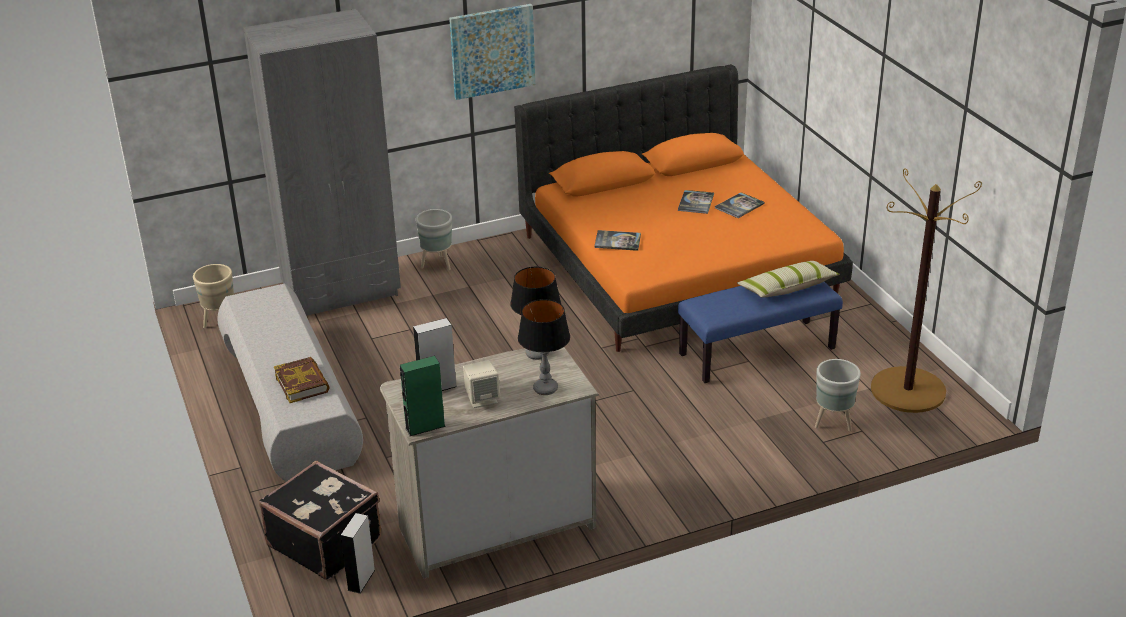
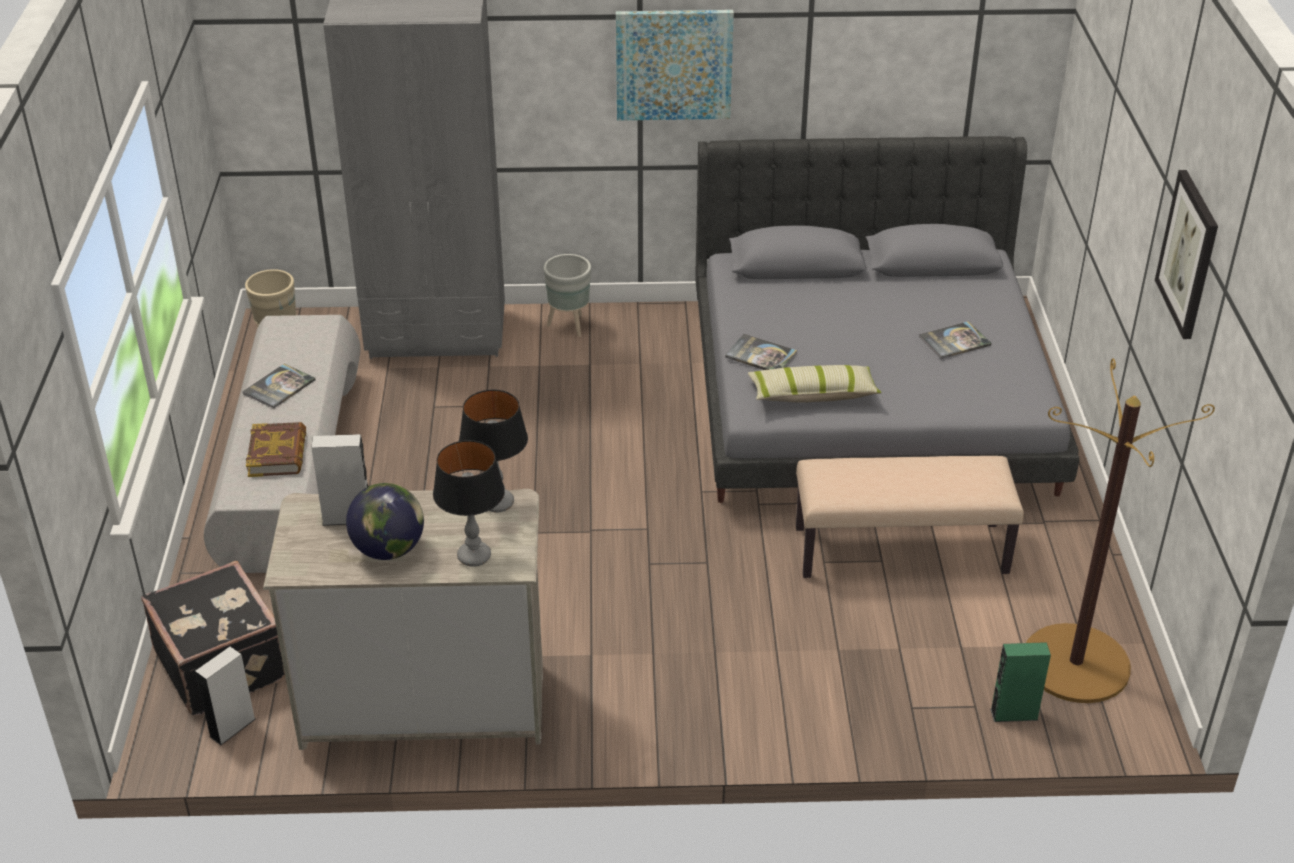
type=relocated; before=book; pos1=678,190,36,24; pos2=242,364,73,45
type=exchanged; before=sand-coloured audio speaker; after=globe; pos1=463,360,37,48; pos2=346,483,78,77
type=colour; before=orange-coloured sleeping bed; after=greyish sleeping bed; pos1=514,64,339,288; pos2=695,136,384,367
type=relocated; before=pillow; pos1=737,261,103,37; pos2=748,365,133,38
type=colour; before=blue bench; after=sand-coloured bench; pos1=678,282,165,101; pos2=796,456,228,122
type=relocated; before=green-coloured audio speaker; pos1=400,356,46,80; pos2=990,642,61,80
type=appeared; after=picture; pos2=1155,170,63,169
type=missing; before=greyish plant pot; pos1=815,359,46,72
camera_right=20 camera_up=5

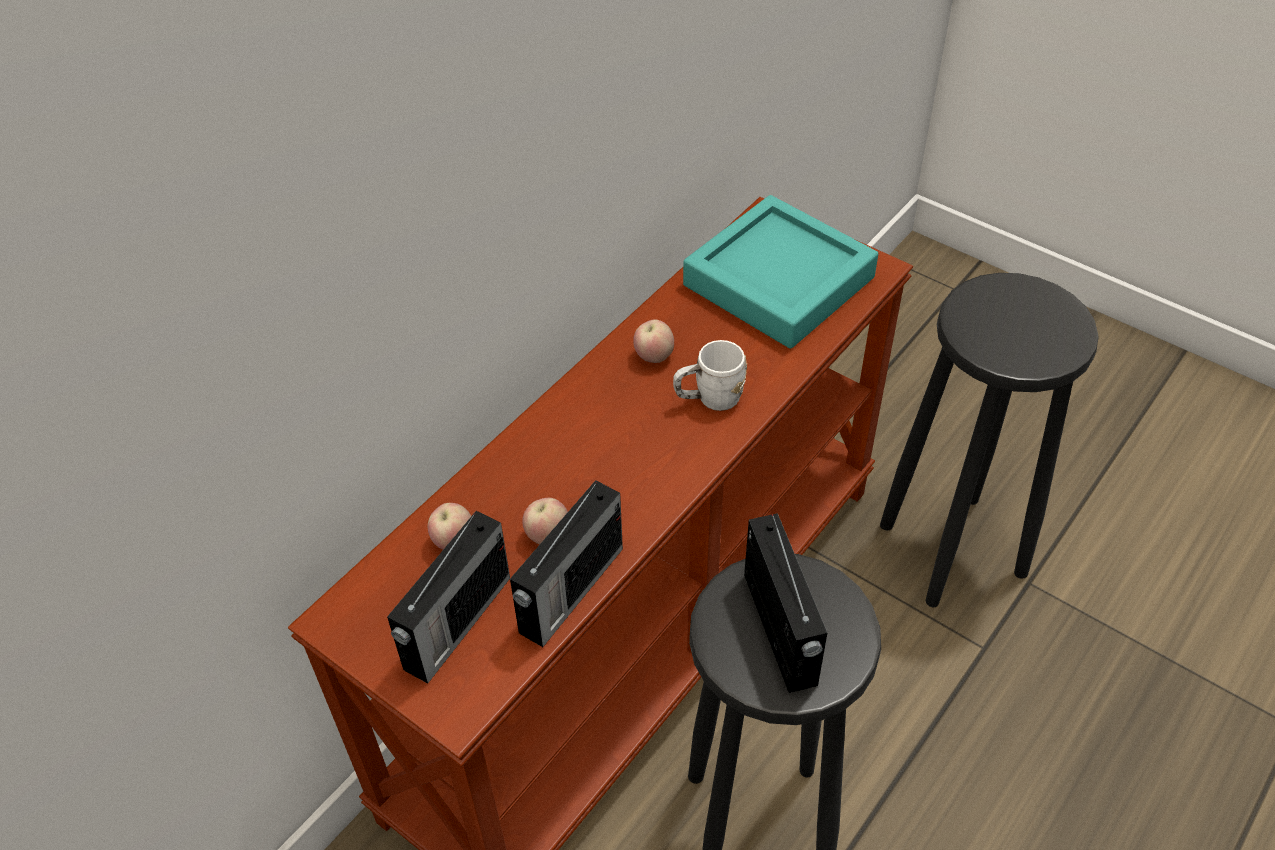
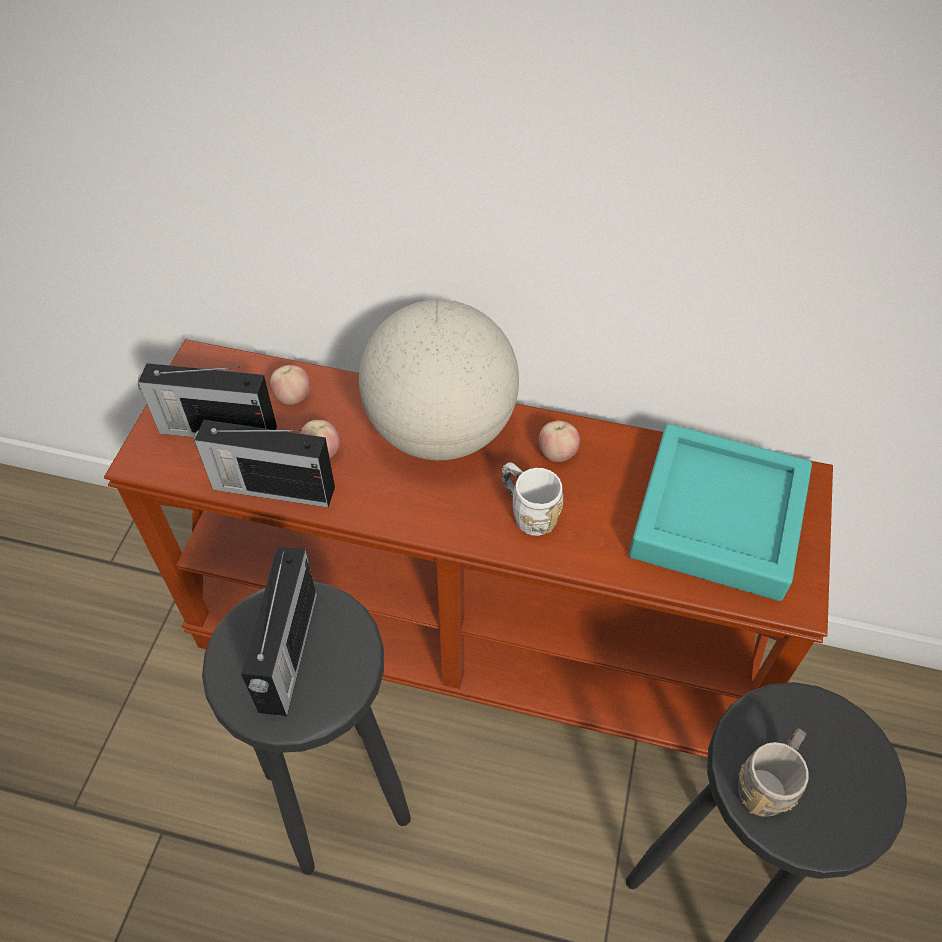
type=spun; before=radio set; pos1=744,513,83,180; pos2=241,546,76,170; turn=-45
type=appeared; after=globe; pos2=359,300,160,160
type=appeared; after=greyish coffee mug; pos2=738,728,70,89
camera_right=65 camera_up=5

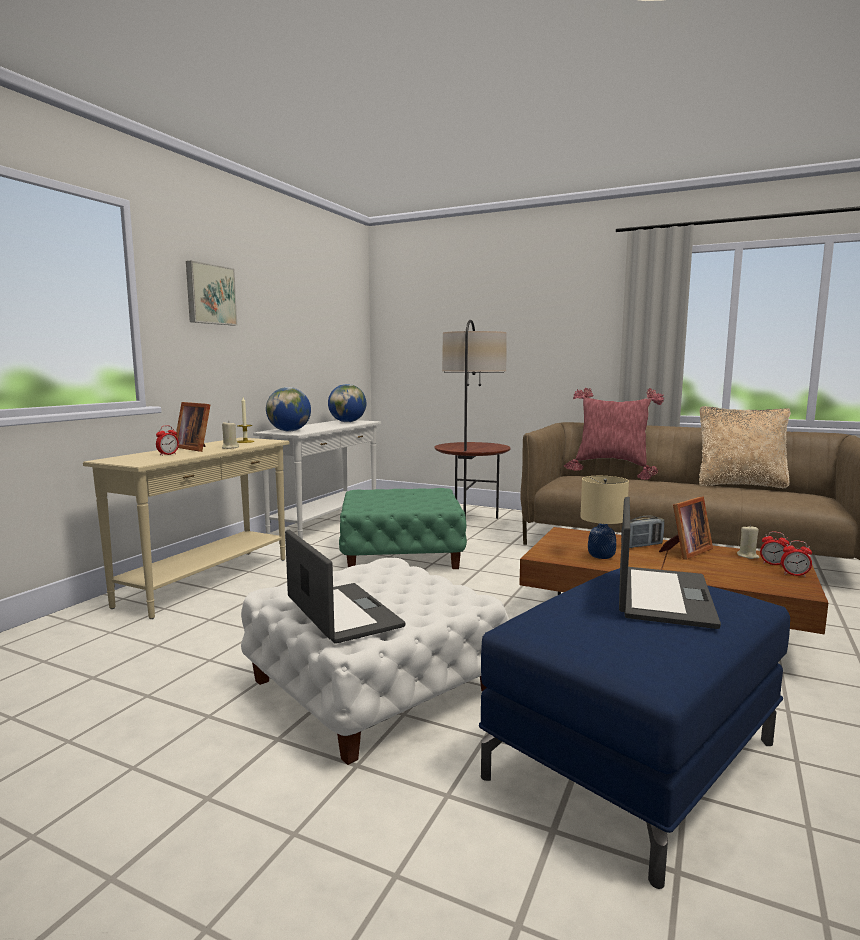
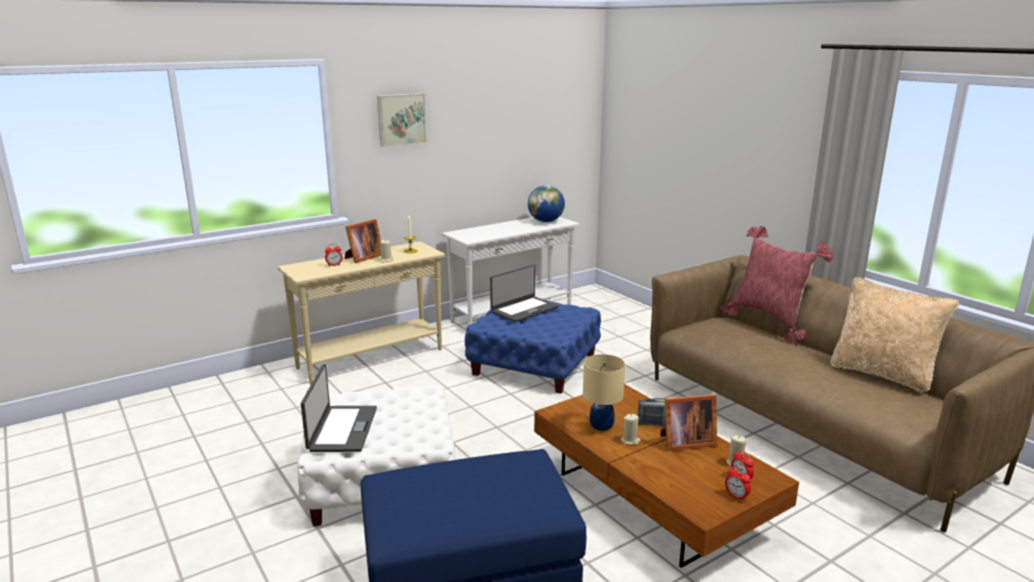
type=spun; before=picture frame; pos1=176,402,34,50; pos2=345,219,36,44; turn=-120
type=colour; before=green-coloured ottoman; after=blue ottoman; pos1=339,488,128,81; pos2=465,301,136,93
type=relocated; before=notebook computer; pos1=619,497,102,132; pos2=490,265,68,57
type=appeared; after=sand-coloured candle; pos2=621,414,19,31
type=missing; before=globe; pos1=266,387,45,44
type=missing; before=standard lamp; pos1=435,320,75,199
camera_right=30 camera_up=10

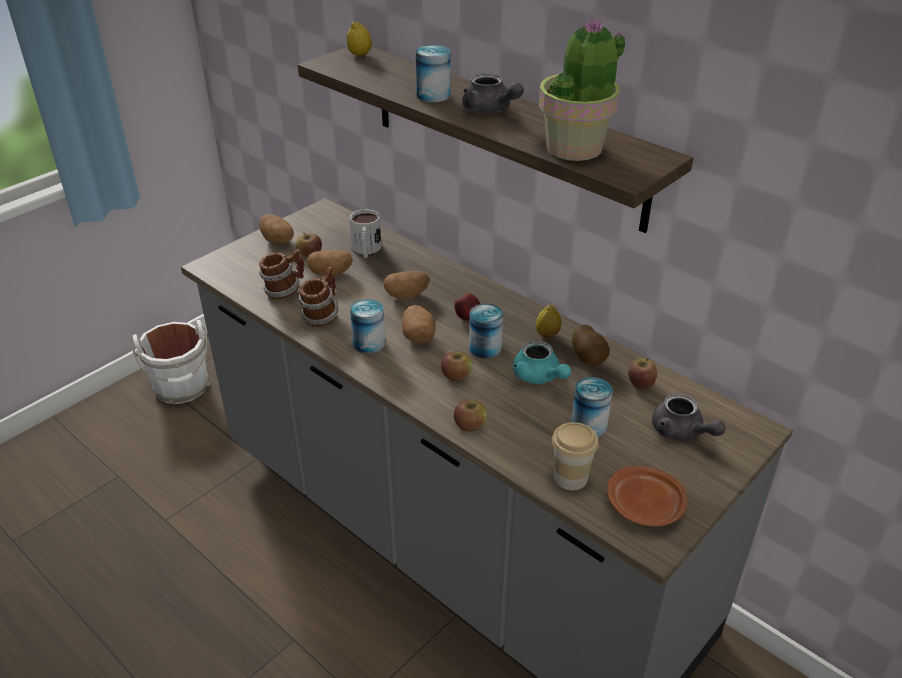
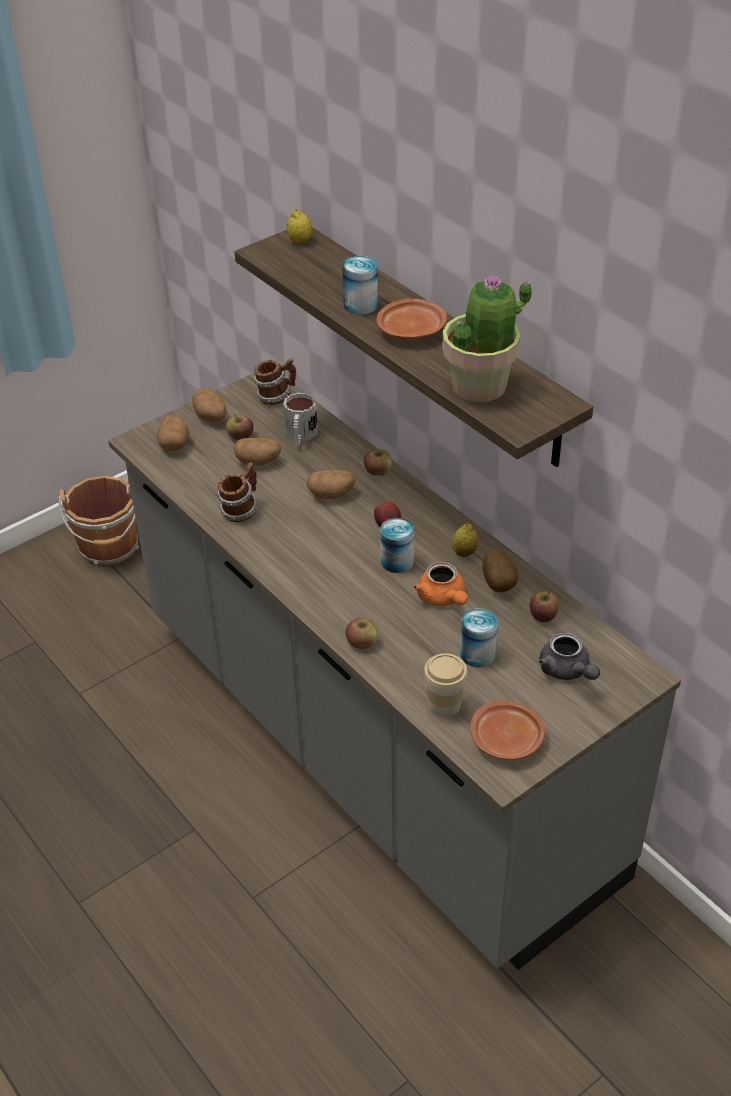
type=colour; before=white-coloured water bucket; after=brownish water bucket; pos1=132,320,78,84; pos2=59,476,80,91
type=relocated; before=whole potato; pos1=402,305,34,39; pos2=157,415,32,36
type=relocated; before=coffee mug; pos1=259,249,45,51; pos2=253,358,43,47
type=relocated; before=apple fruit; pos1=441,352,32,29; pos2=364,449,28,27
type=exchanged; before=greyish teapot; after=brownish plate; pos1=462,73,62,41; pos2=376,298,71,41
type=colour; before=blue-green teapot; after=orange-coloured teapot; pos1=513,341,58,43; pos2=413,562,55,44
type=missing; before=metal can; pos1=350,299,35,54
camera_right=10 camera_up=5

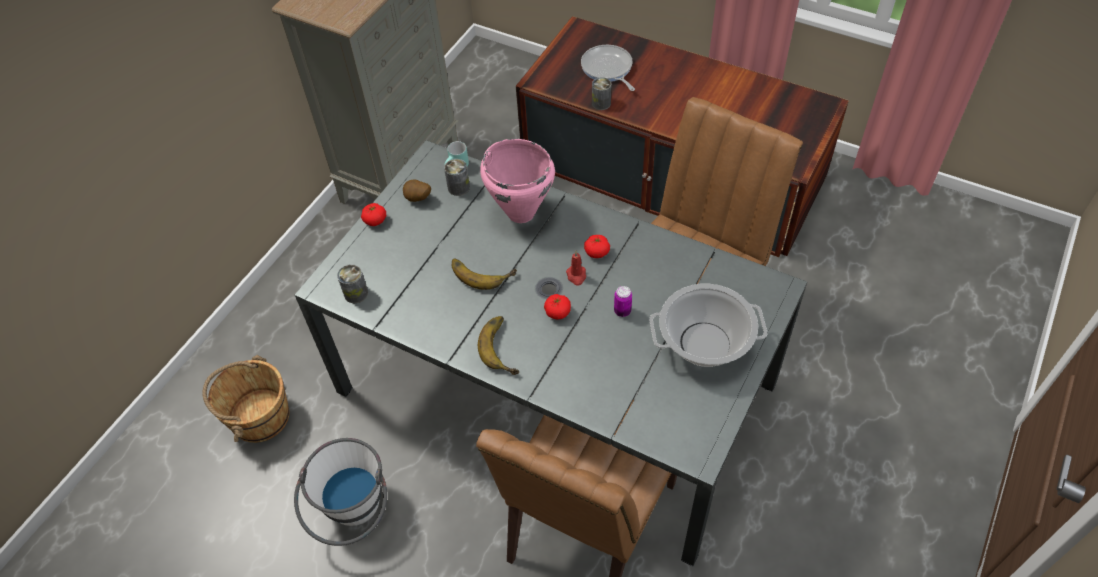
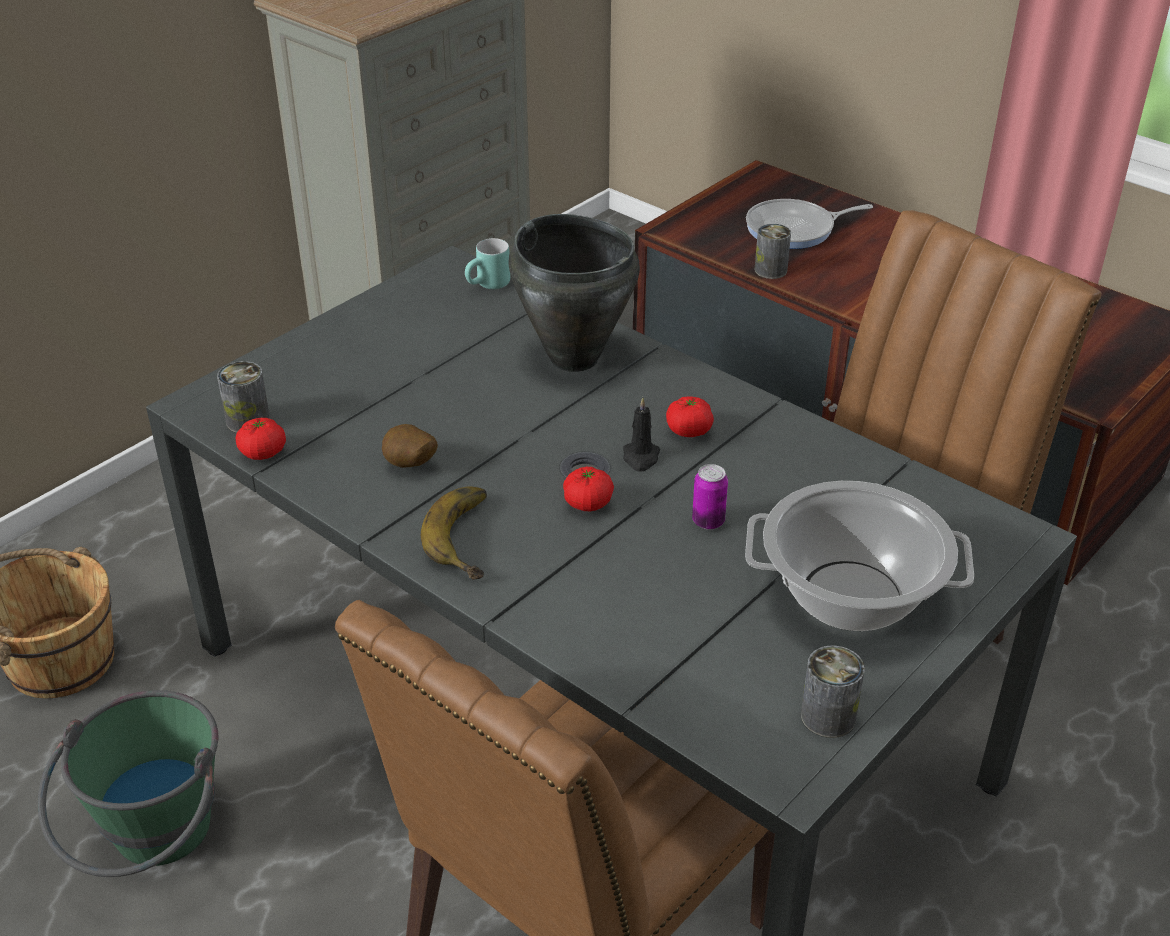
type=colour; before=white-coloured water bucket; after=green-coloured water bucket; pos1=294,438,93,108; pos2=38,690,180,187
type=relocated; before=tomato; pos1=361,203,25,23; pos2=236,418,50,42
type=relocated; before=whole potato; pos1=403,179,28,23; pos2=382,424,56,44
type=colour; before=pinkish stockpot; after=blackish stockpot; pos1=480,139,75,84; pos2=508,214,132,158
type=colour; before=red candle; after=blackish candle; pos1=566,251,20,35; pos2=623,397,37,75
type=spun; before=pan; pos1=581,45,54,46; pos2=746,199,127,50; turn=-90
type=relocated; before=metal can; pos1=444,159,26,37; pos2=801,646,64,92
type=missing; before=banana; pos1=452,258,65,32
camera_right=10 camera_up=-15

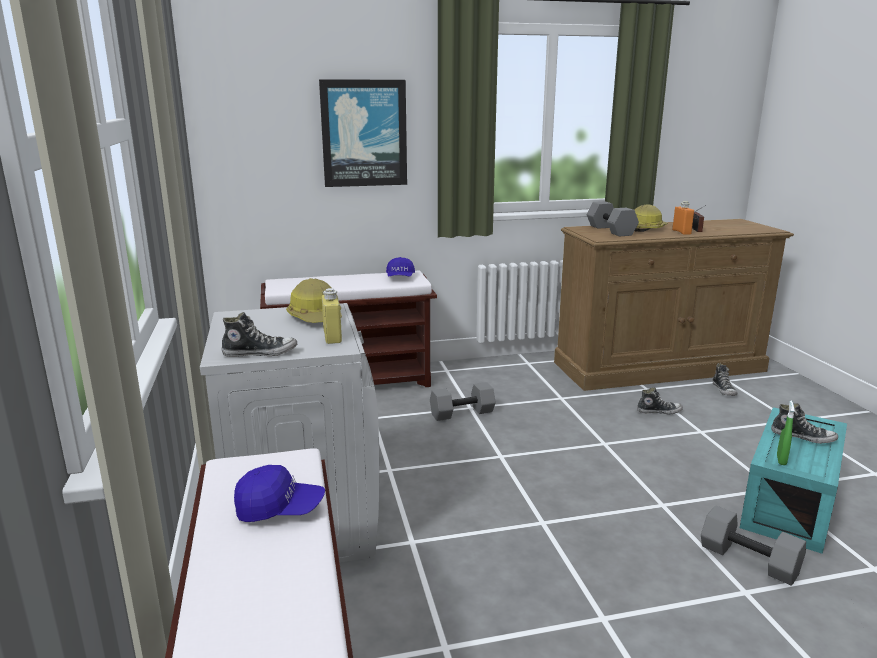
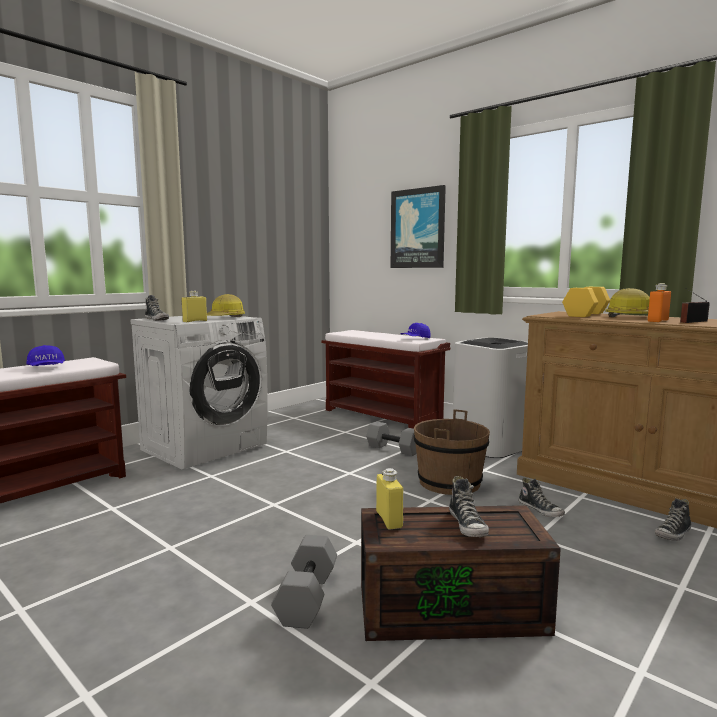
type=colour; before=blue-green storage bin; after=brownish storage bin; pos1=740,407,107,147; pos2=361,505,200,136
type=exchanged; before=green-coloured hand sprayer; after=yellow-coloured drink bottle; pos1=777,401,18,64; pos2=376,468,27,61
type=appeared; after=brownish water bucket; pos2=414,409,76,86
type=appeared; after=white-coloured rubbish bin; pos2=453,338,75,120
type=colour; before=greyish hand weight; after=yellow-coloured hand weight; pos1=587,201,52,35; pos2=562,287,48,30
camera_right=55 camera_up=-10

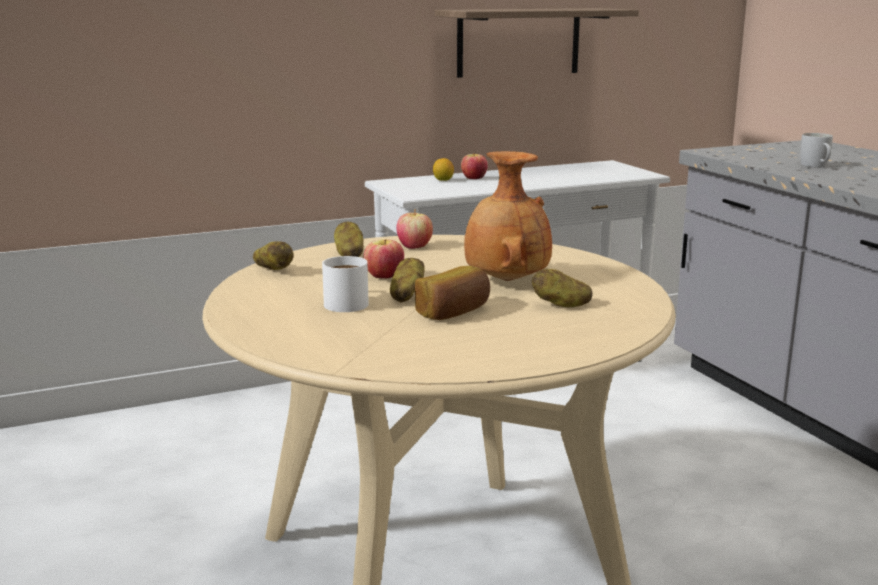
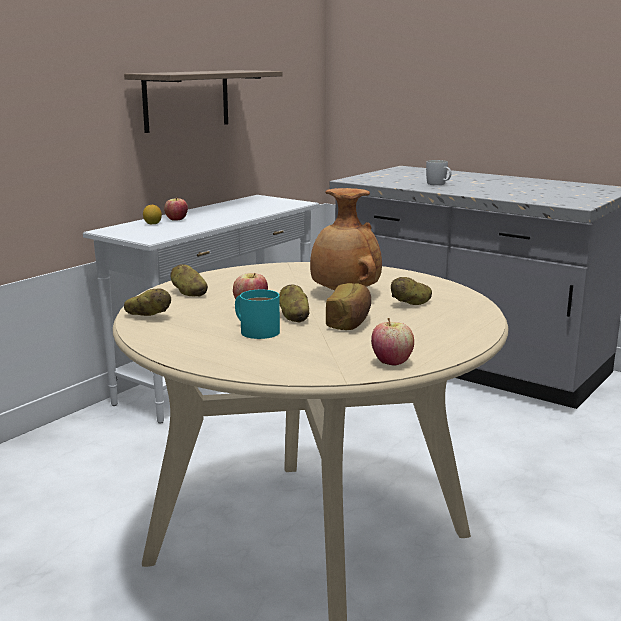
type=colour; before=white-coloured coffee mug; after=blue-green coffee mug; pos1=322,256,47,56; pos2=235,290,45,49
type=relocated; before=apple fruit; pos1=397,209,36,40; pos2=371,318,43,48
camera_right=-30 camera_up=0

